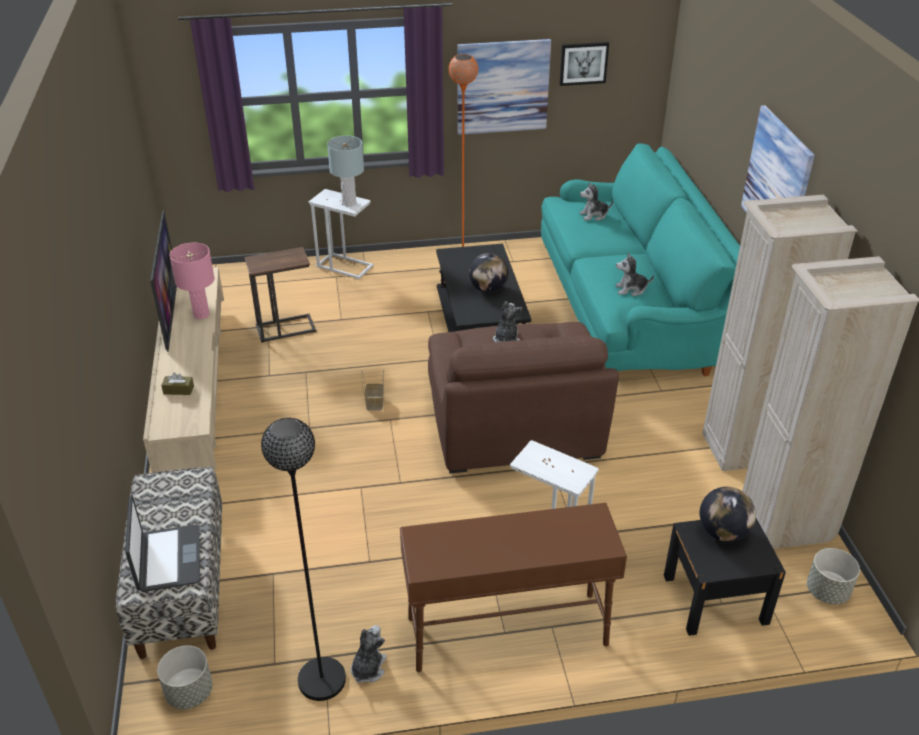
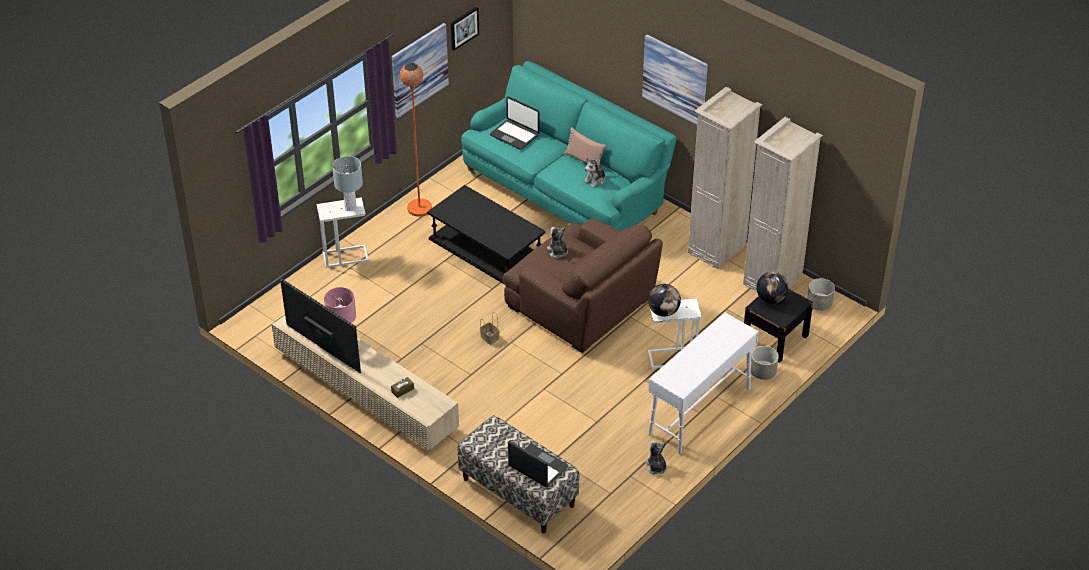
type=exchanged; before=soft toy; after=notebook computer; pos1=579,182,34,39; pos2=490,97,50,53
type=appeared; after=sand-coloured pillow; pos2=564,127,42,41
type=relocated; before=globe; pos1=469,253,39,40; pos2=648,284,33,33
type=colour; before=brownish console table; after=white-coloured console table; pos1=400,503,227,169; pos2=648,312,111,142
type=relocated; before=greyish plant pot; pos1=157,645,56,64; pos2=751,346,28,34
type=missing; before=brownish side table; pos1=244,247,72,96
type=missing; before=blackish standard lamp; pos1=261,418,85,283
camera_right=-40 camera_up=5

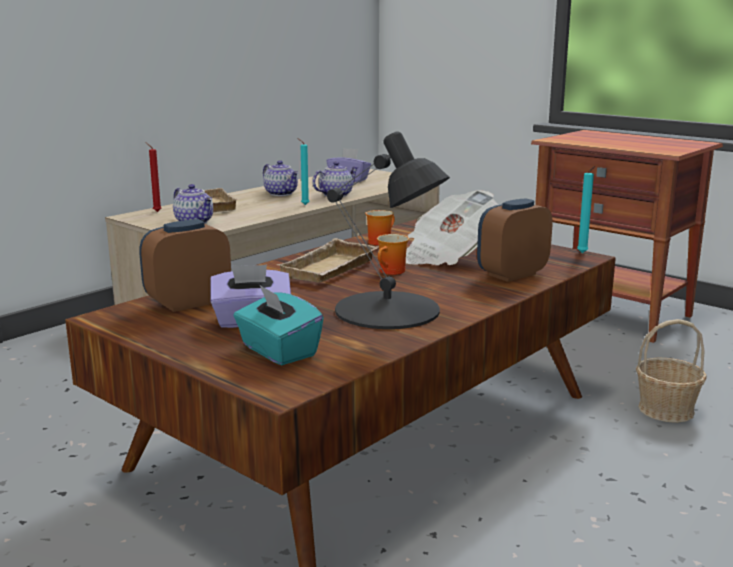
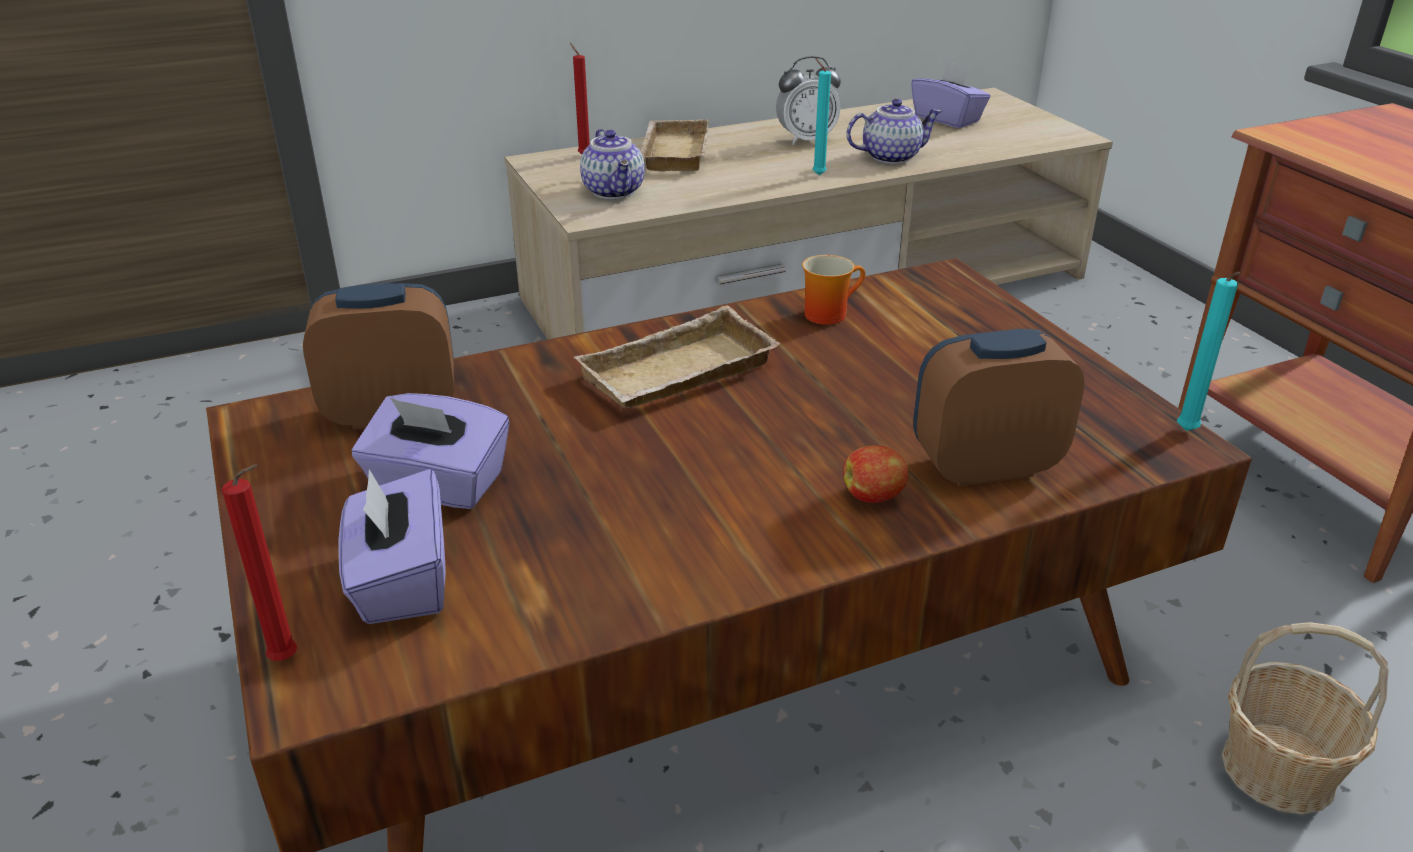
type=appeared; after=red candle; pos2=222,465,75,196
type=colour; before=blue-green tissue box; after=purple tissue box; pos1=234,284,90,81; pos2=339,469,107,155
type=exchanged; before=teapot; after=bedside clock; pos1=263,160,36,36; pos2=776,56,65,89
type=appeared; after=apple fruit; pos2=843,445,65,58
type=missing; before=blackish tabletop lamp; pos1=327,131,123,198
type=missing; before=coffee mug; pos1=377,234,32,41
type=missing; before=daily paper; pos1=406,190,92,75
camera_right=25 camera_up=15

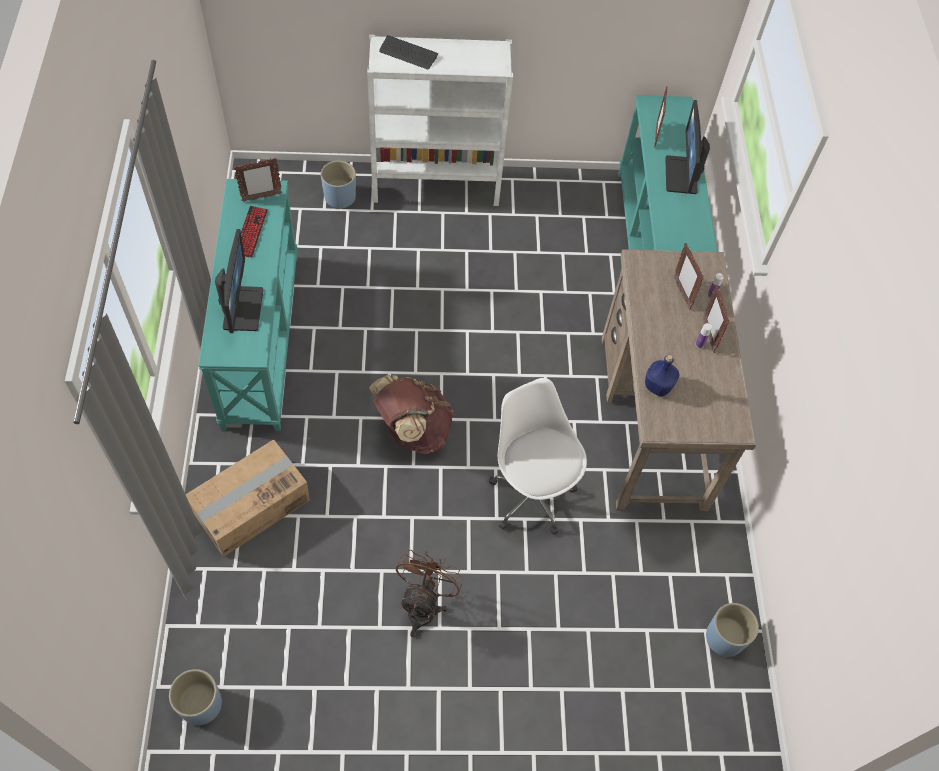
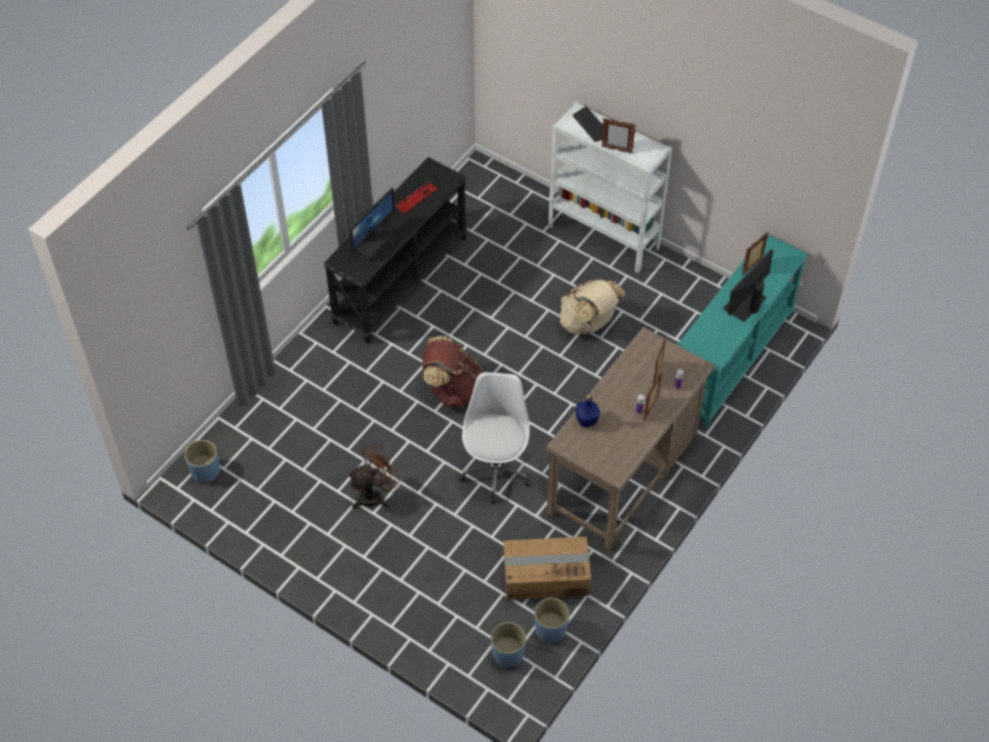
type=colour; before=blue-green console table; after=blackish console table; pos1=198,179,100,252; pos2=323,157,144,187
type=relocated; before=blue plant pot; pos1=321,161,35,48; pos2=491,622,35,45
type=relocated; before=carton; pos1=185,439,125,118; pos2=504,537,87,63
type=appeared; after=sand-coloured rucksack; pos2=560,279,66,55
type=relocated; before=picture frame; pos1=234,158,48,44; pos2=601,118,35,36
camera_right=40 camera_up=-5

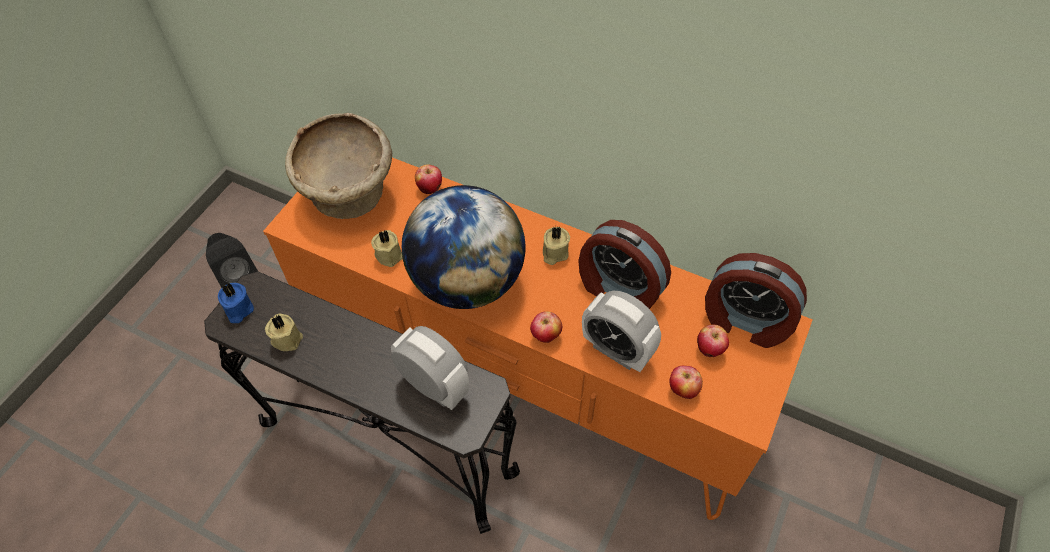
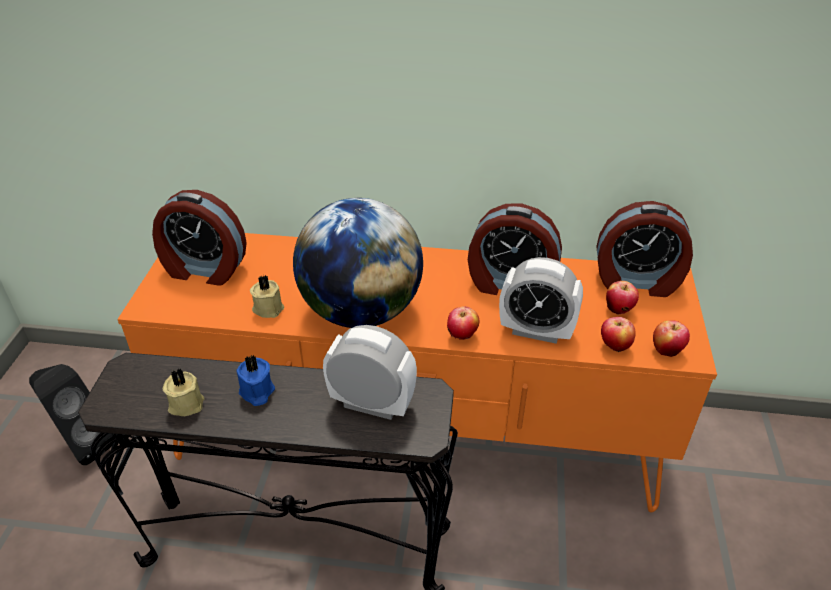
type=exchanged; before=sand-coloured deep dish; after=bedside clock; pos1=285,113,107,106; pos2=152,190,95,96
type=relocated; before=blue candle; pos1=218,283,36,40; pos2=237,355,38,51
type=relocated; before=apple fruit; pos1=415,164,27,30; pos2=653,321,37,36
type=missing; before=sand-coloured candle; pos1=543,227,27,38
camera_right=-20 camera_up=-15

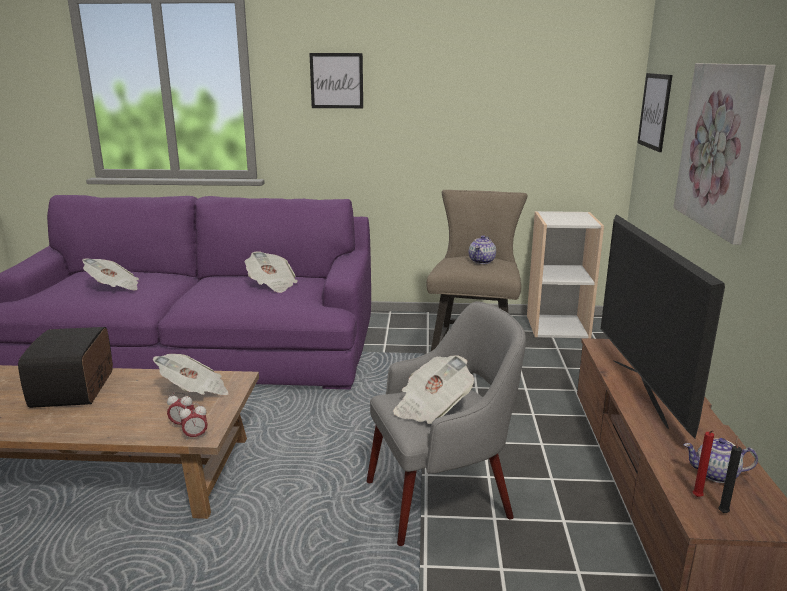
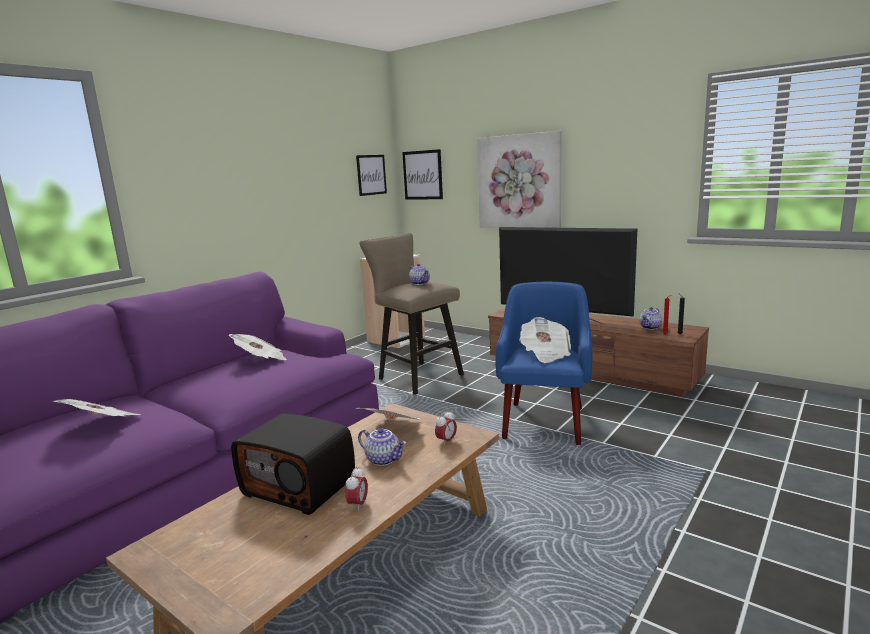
type=relocated; before=bedside clock; pos1=179,403,29,38; pos2=345,467,23,44
type=relocated; before=picture; pos1=309,53,54,55; pos2=356,155,31,41
type=appeared; after=teapot; pos2=358,428,48,38
type=colour; before=greyish lounge chair; after=blue lounge chair; pos1=367,301,159,245; pos2=495,282,97,163
camera_right=-55 camera_up=-5

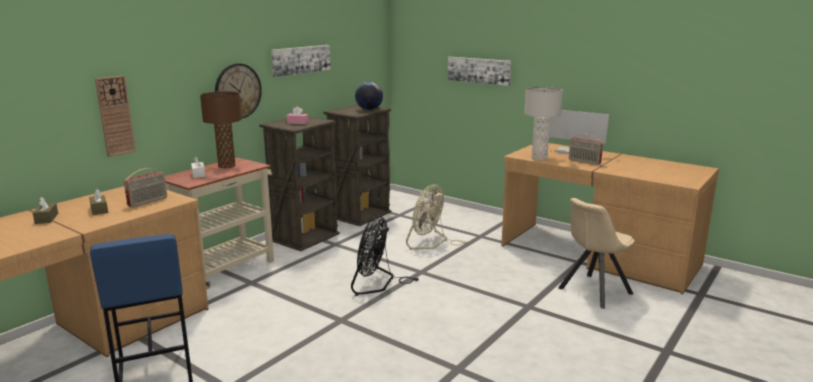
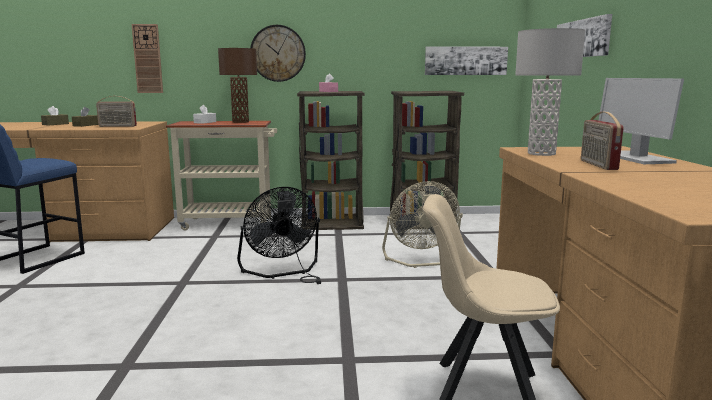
type=relocated; before=picture; pos1=271,45,60,32; pos2=425,46,83,29
type=missing; before=globe; pos1=355,82,28,28
camera_right=50 camera_up=-5

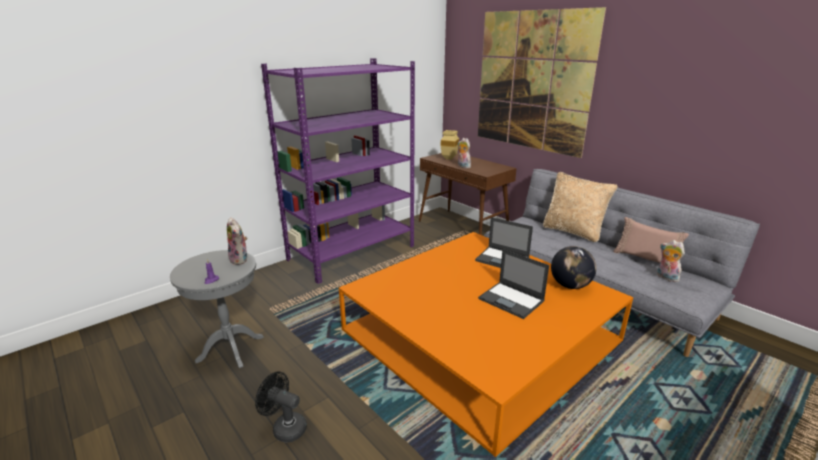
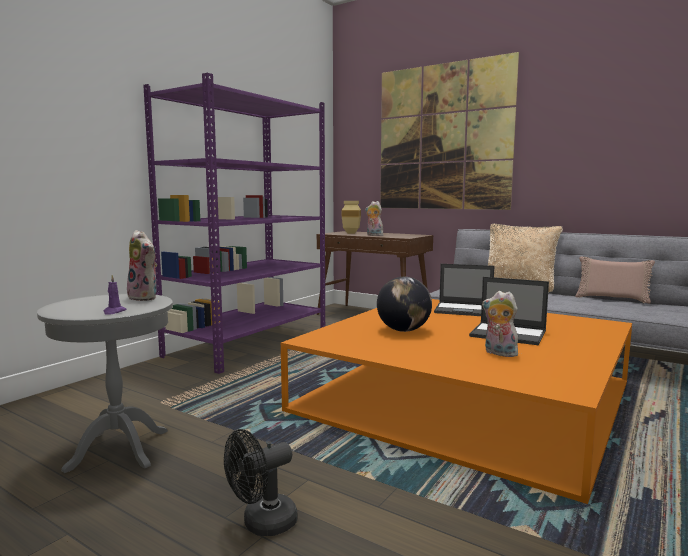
type=spun; before=blackish cooling fan; pos1=255,372,52,71; pos2=224,429,74,107; turn=-45
type=relocated; before=globe; pos1=551,246,46,43; pos2=377,277,55,55
type=relocated; before=soft toy; pos1=657,240,28,42; pos2=482,291,38,66
camera_right=-15 camera_up=-15

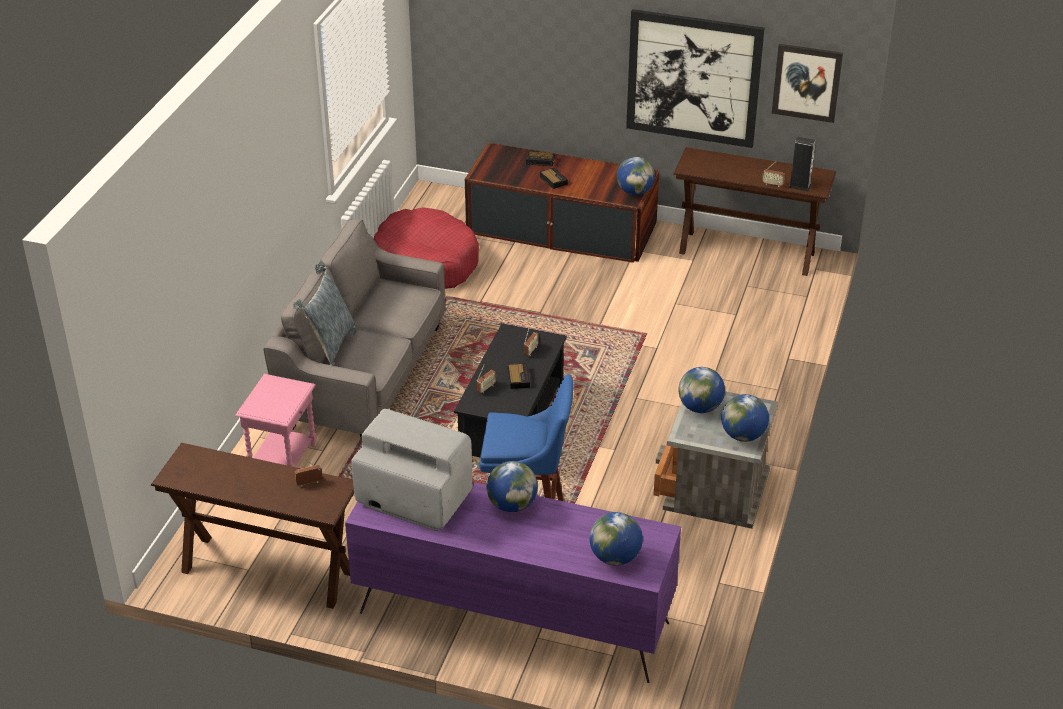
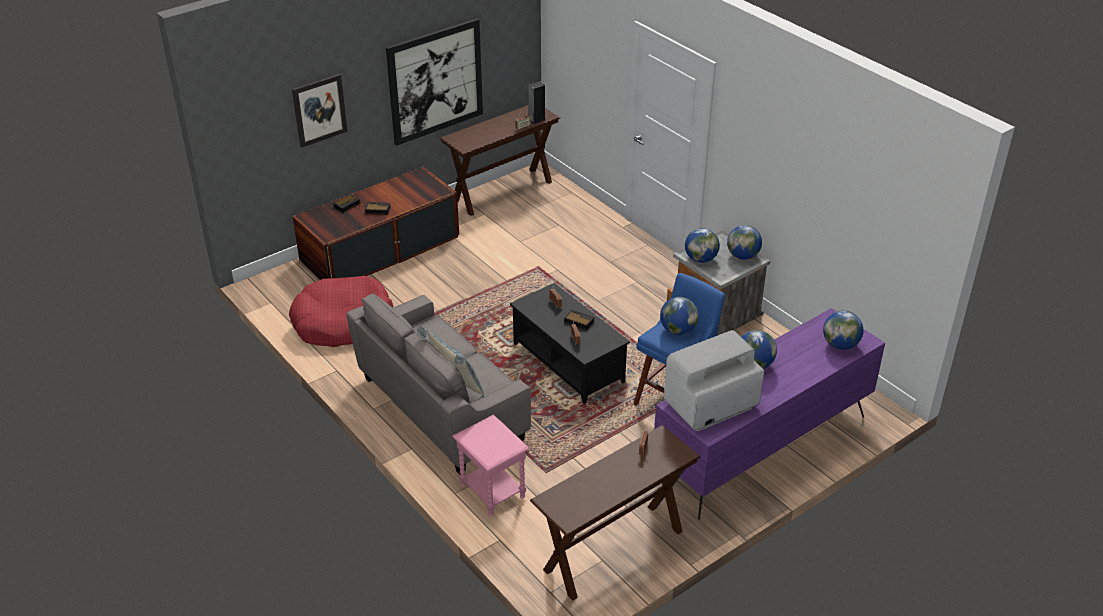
type=relocated; before=picture; pos1=772,44,71,79; pos2=292,74,56,74
type=relocated; before=globe; pos1=617,157,38,38; pos2=660,297,39,38
camera_right=-55 camera_up=0

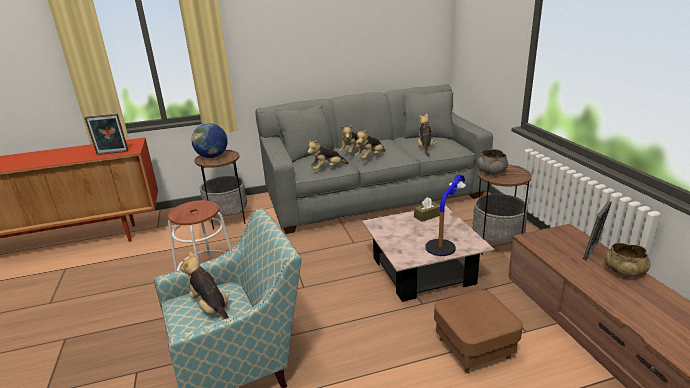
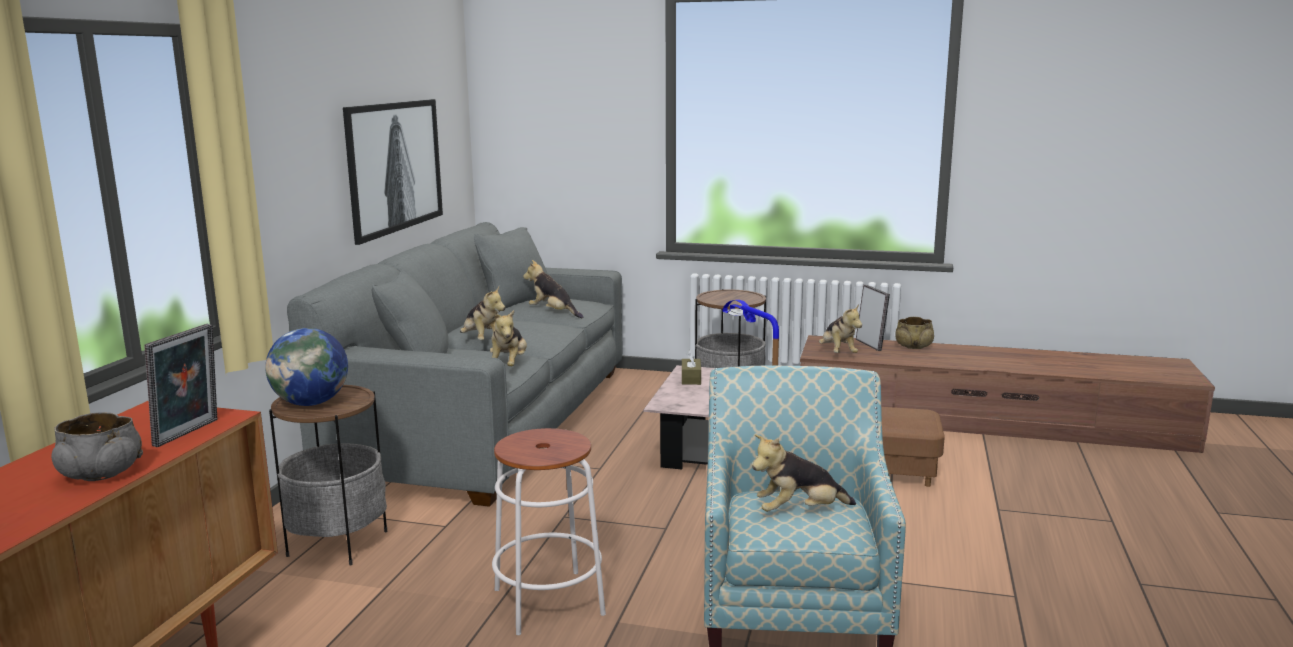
type=relocated; before=greyish deep dish; pos1=477,149,31,26; pos2=51,412,92,69
type=appeared; after=picture; pos2=343,99,100,146
type=relocated; before=soft toy; pos1=355,129,31,30; pos2=819,304,43,49
camera_right=-60 camera_up=-10

